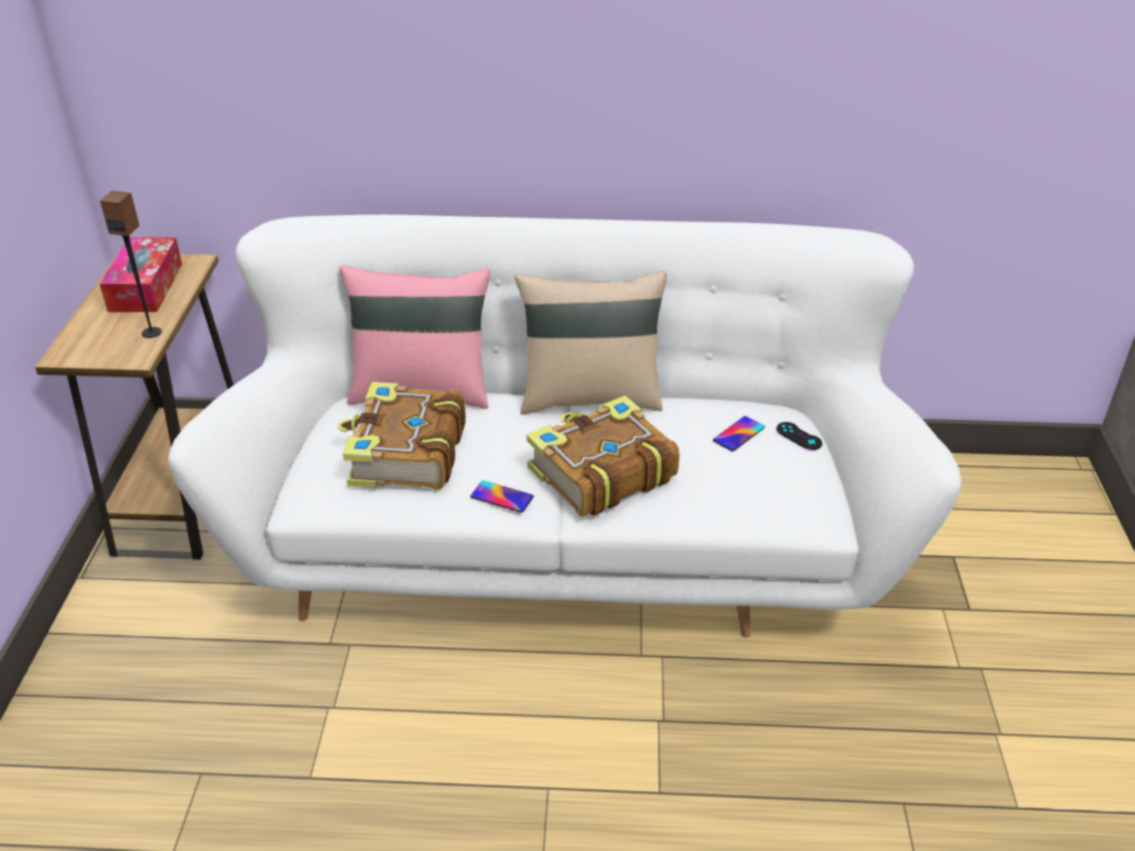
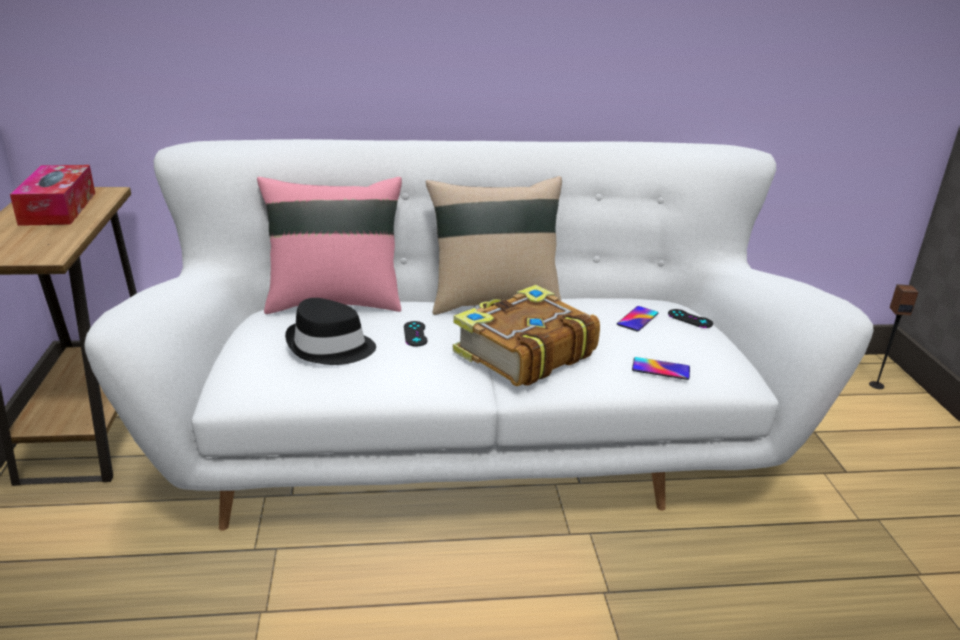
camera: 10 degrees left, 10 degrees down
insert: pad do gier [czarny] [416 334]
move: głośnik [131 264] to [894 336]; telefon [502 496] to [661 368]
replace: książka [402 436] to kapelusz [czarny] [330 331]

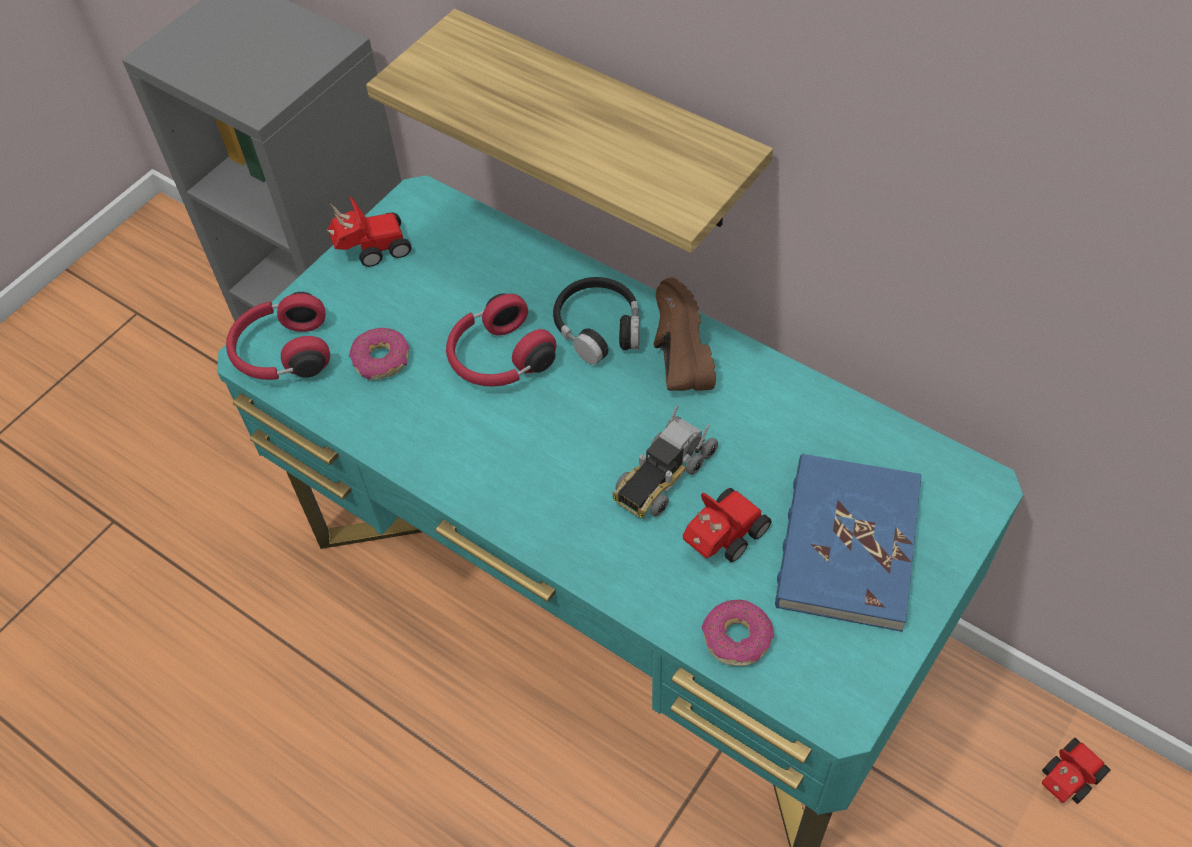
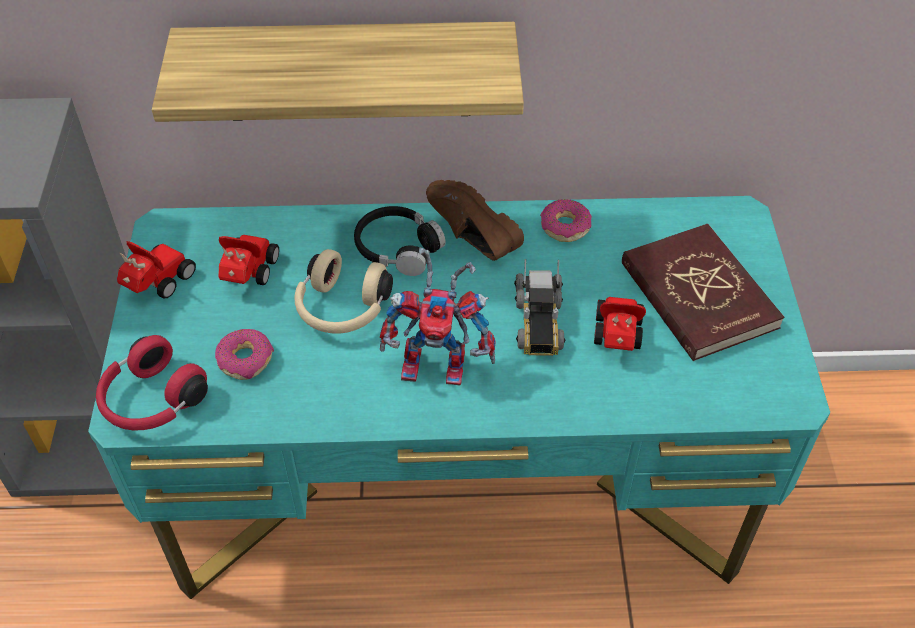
camera: 40 degrees left, 5 degrees down
insert: robot zabawkowy [438 316]
move: donut [738 633] to [566 220]; samochodzik [1076 771] to [248 260]
recolor: słuchawki [czerwony] [501 340] to słuchawki [beżowy] [344 291]; książka [niebieski] [848 543] to książka [czerwony] [703 292]

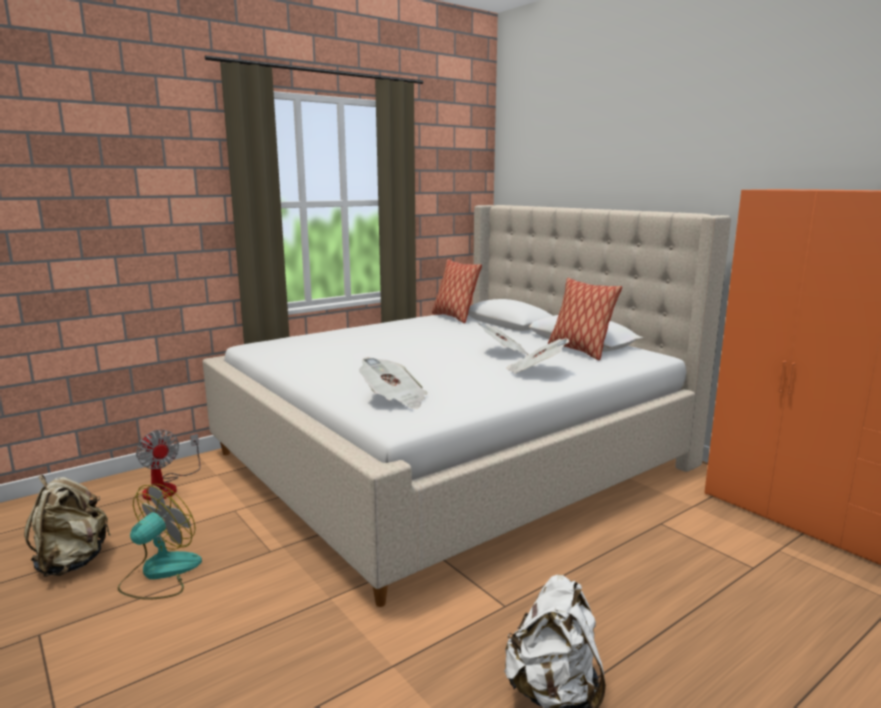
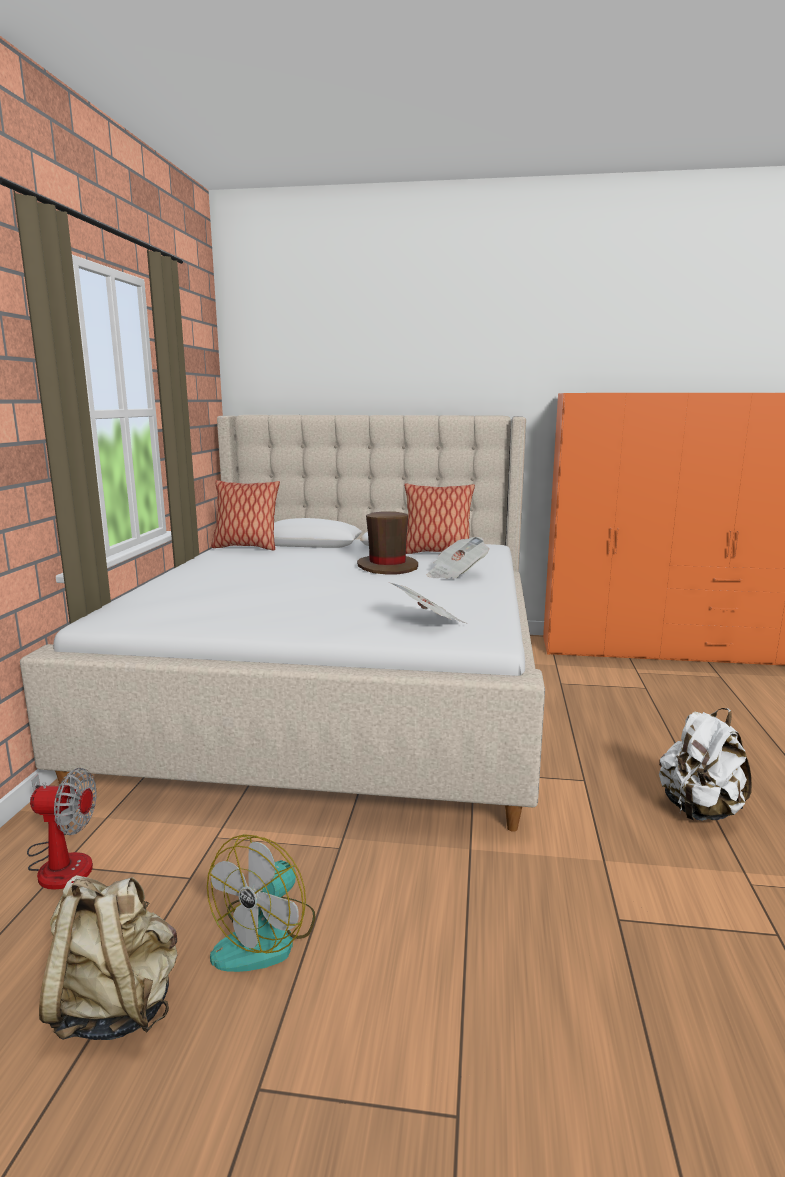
camera: 45 degrees left, 0 degrees up
replace: gazeta [503 338] to kapelusz [brązowy] [387 542]
rotate: wentylator [160 542] = [261 903] 135 degrees counterclockwise

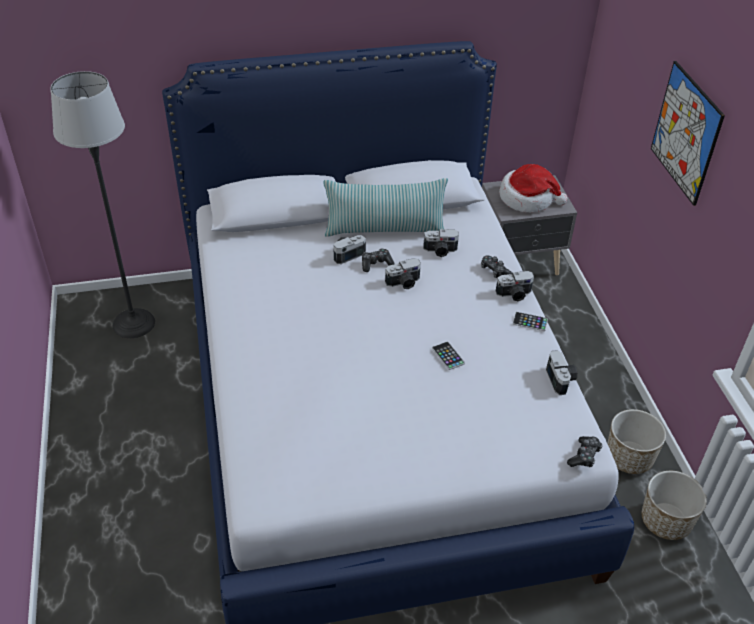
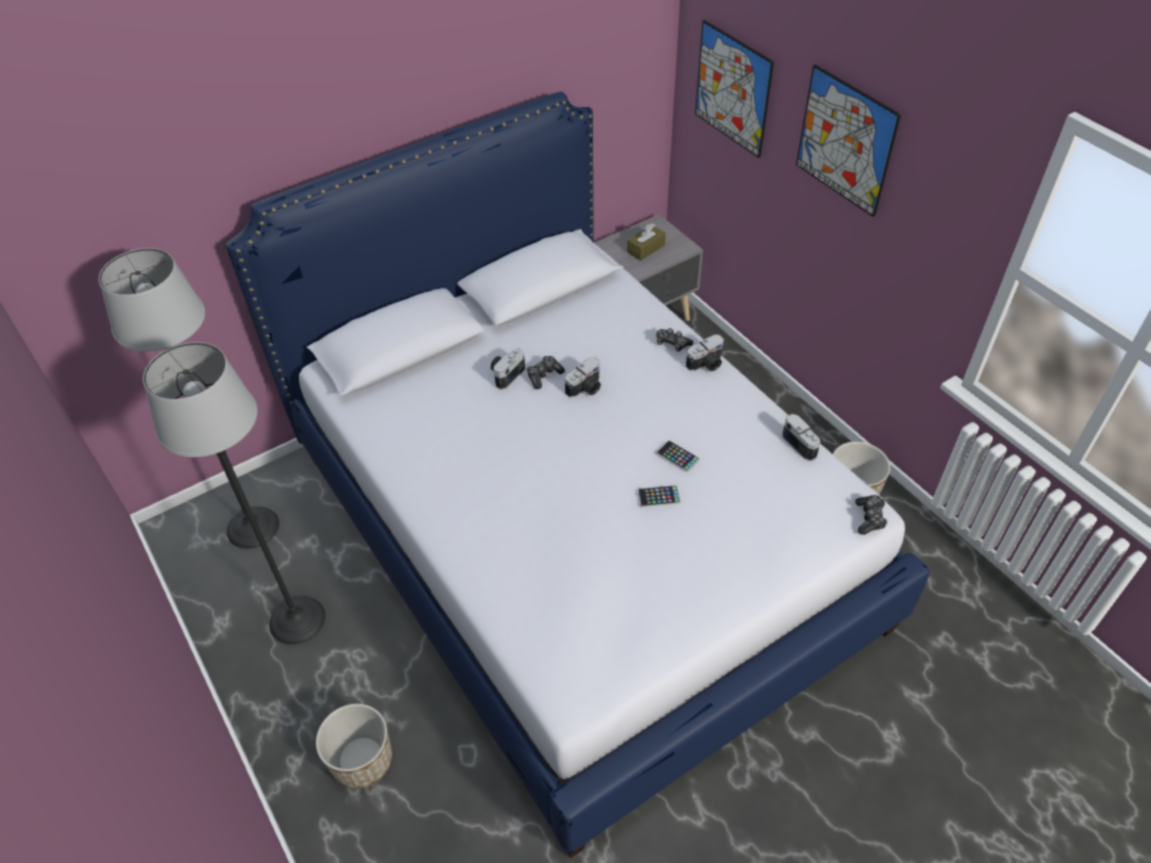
camera: 20 degrees left, 5 degrees up
delete: poduszka [386 207]; aparat fotograficzny [441 243]
insert: lampa stojąca [234 493]; obraz [734 89]
move: telefon [530 321] to [659 496]; donica [674 505] to [354 746]
replace: kapelusz [533 188] to pudełko chusteczek [brązowy] [646 242]

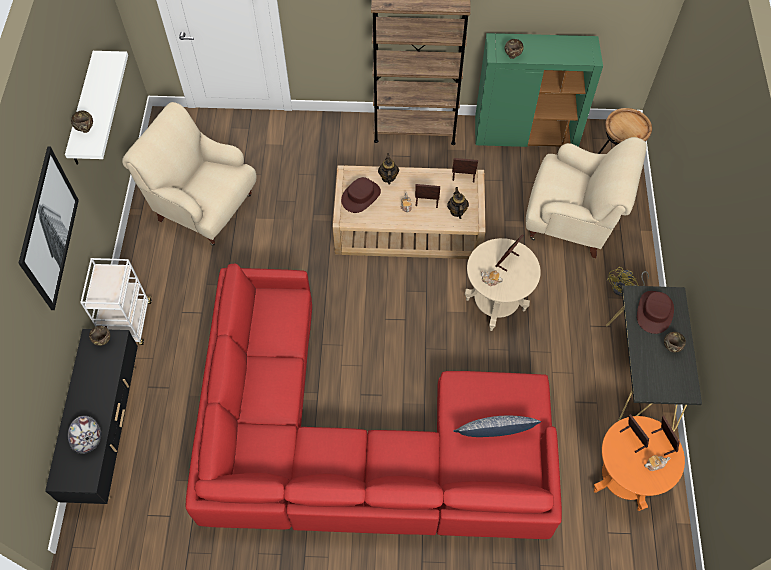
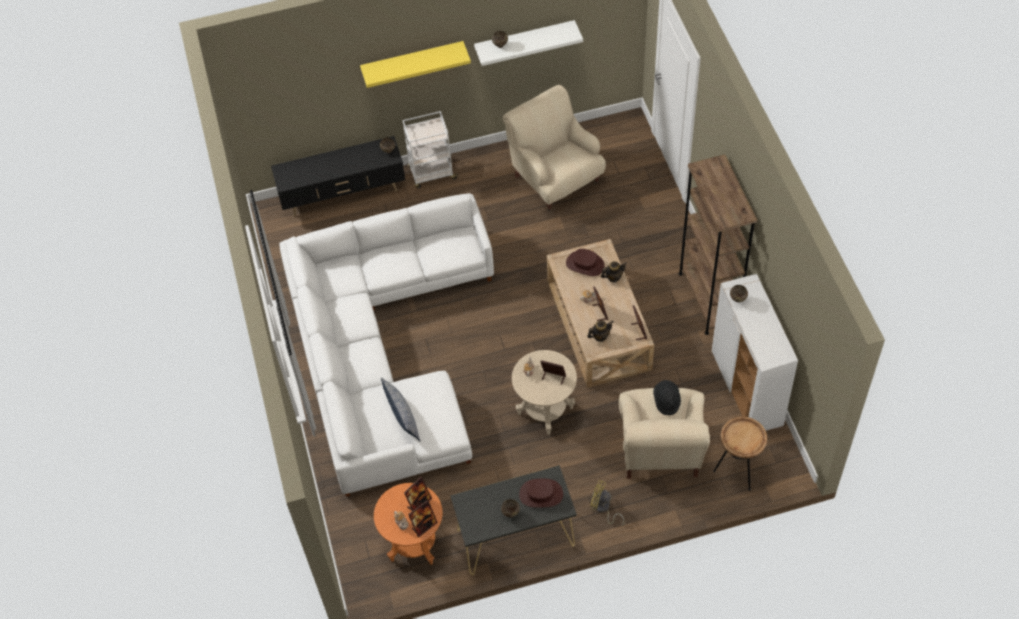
camera: 75 degrees right, 5 degrees down
delete: miska [84 435]
insert: kapelusz [czarny] [667 397]
replace: obraz [48 228] to półka [żółty] [415 64]
recolor: kanapa [czerwony] [374 401] to kanapa [biały] [386 345]; szafka [zielony] [539 90] to szafka [biały] [754 352]
rotate: fotel [beżowy] [189 174] = [554 148] 45 degrees counterclockwise

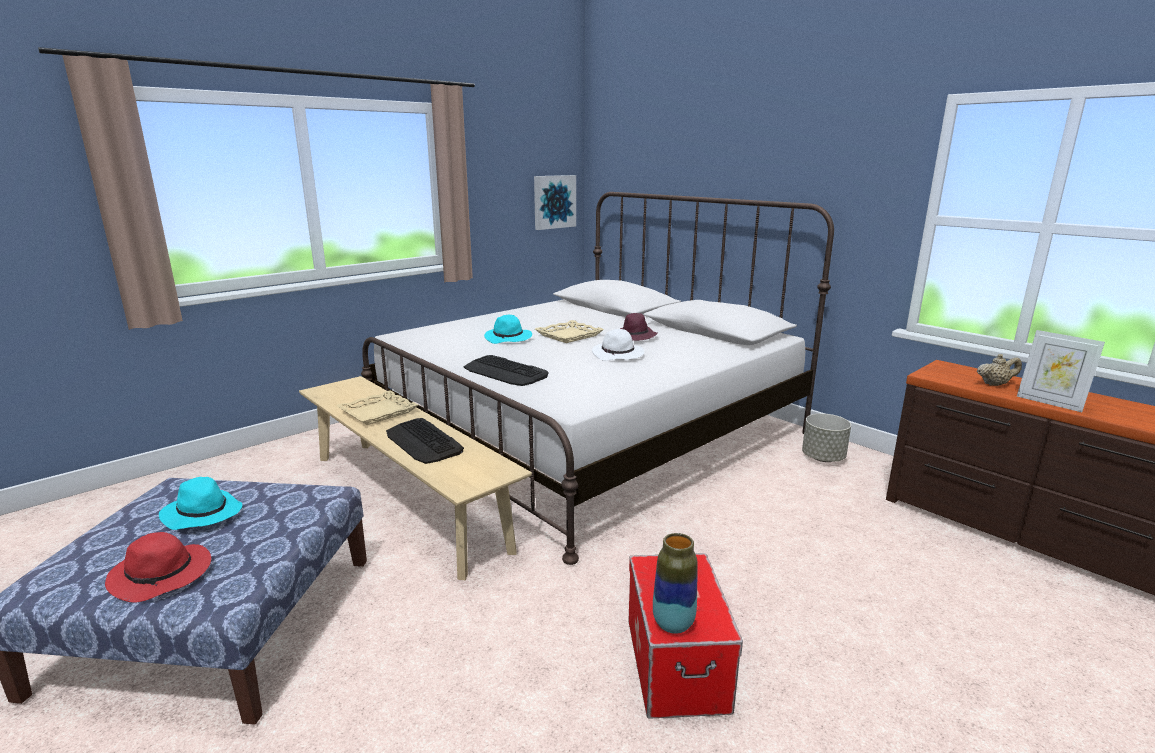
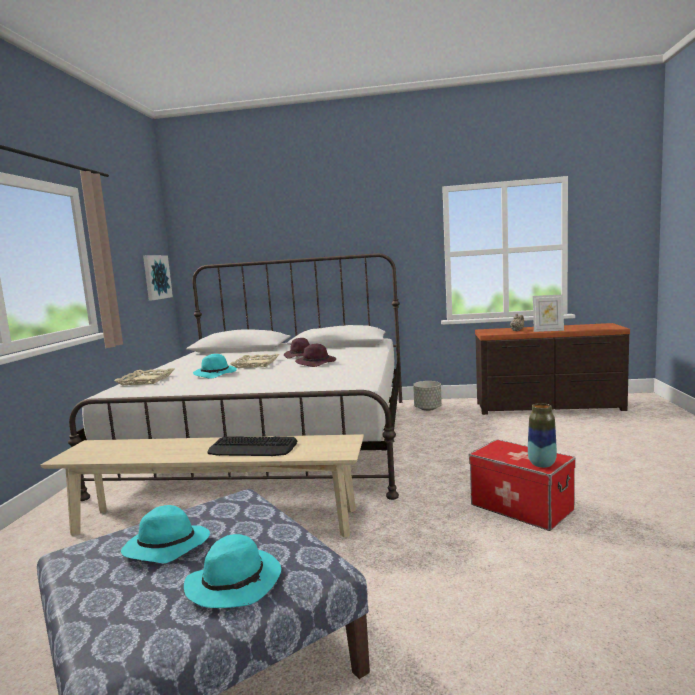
camera: 40 degrees left, 10 degrees down
delete: klawiatura [505 370]
move: taca [beżowy] [377 407] to [144 376]
recolor: kapelusz [czerwony] [158 567] to kapelusz [turkusowy] [232 571]; kapelusz [biały] [618 345] to kapelusz [fioletowy] [315 355]

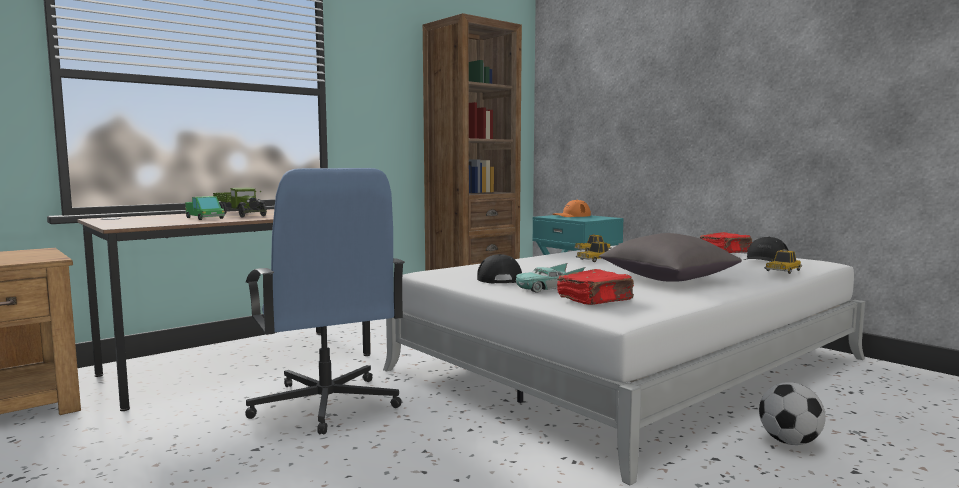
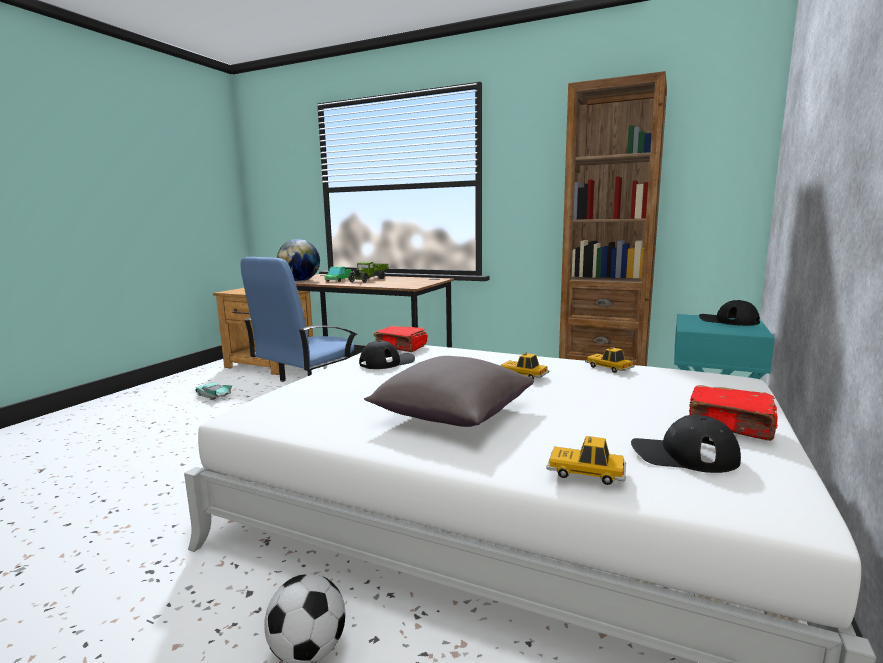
camera: 65 degrees right, 5 degrees up
insert: globus [298 260]
move: samochodzik [turkusowy] [550 278] to [214 391]; książka [czerwony] [595 287] to [401 339]
recolor: czapka z daszkiem [pomarańczowy] [572 208] to czapka z daszkiem [czarny] [729 313]

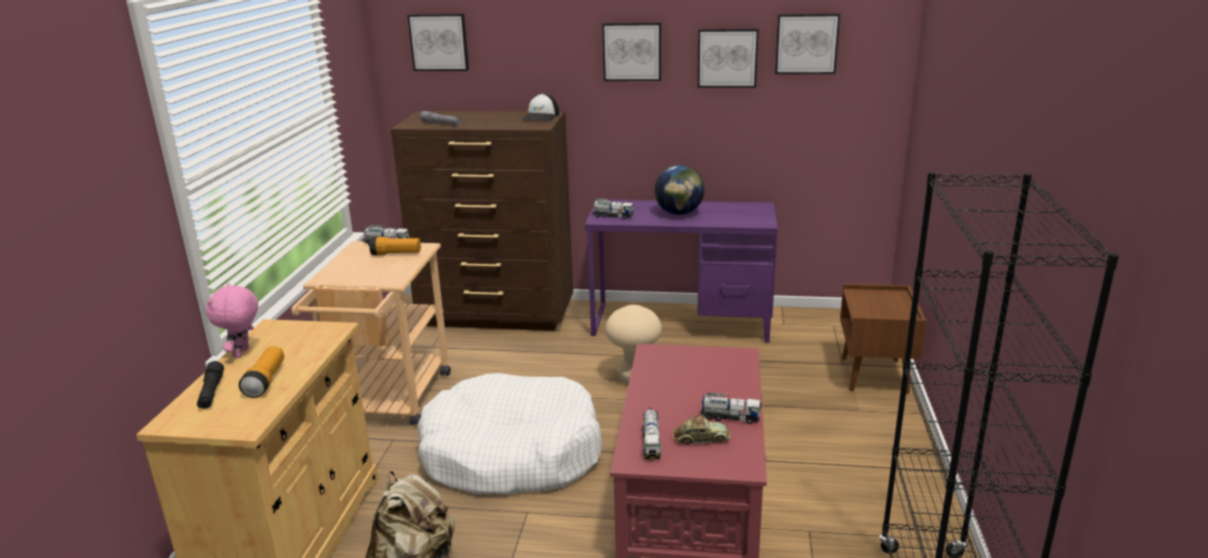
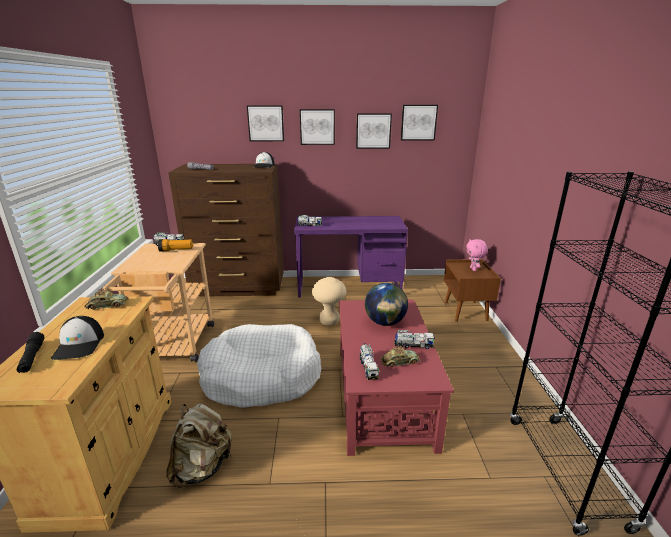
camera: 10 degrees left, 0 degrees up
insert: samochodzik [106 299]
move: pluszak [różowy] [232 320] to [477 255]; obraz [438 42] to [265 123]; globus [679 190] to [386 304]
replace: latarka [261 372] to czapka z daszkiem [77 338]

